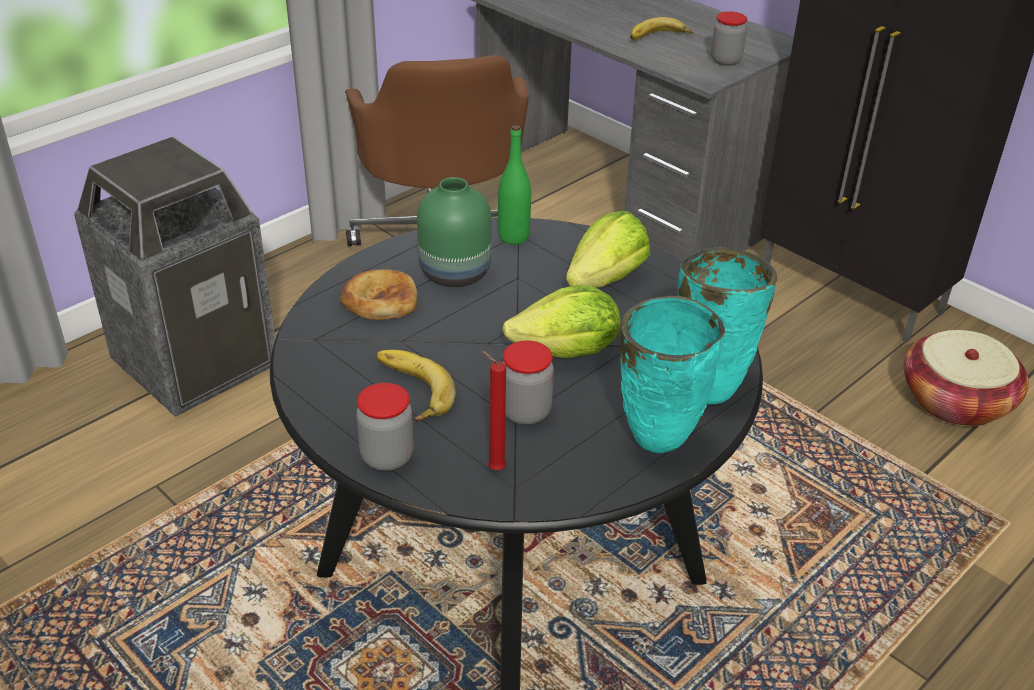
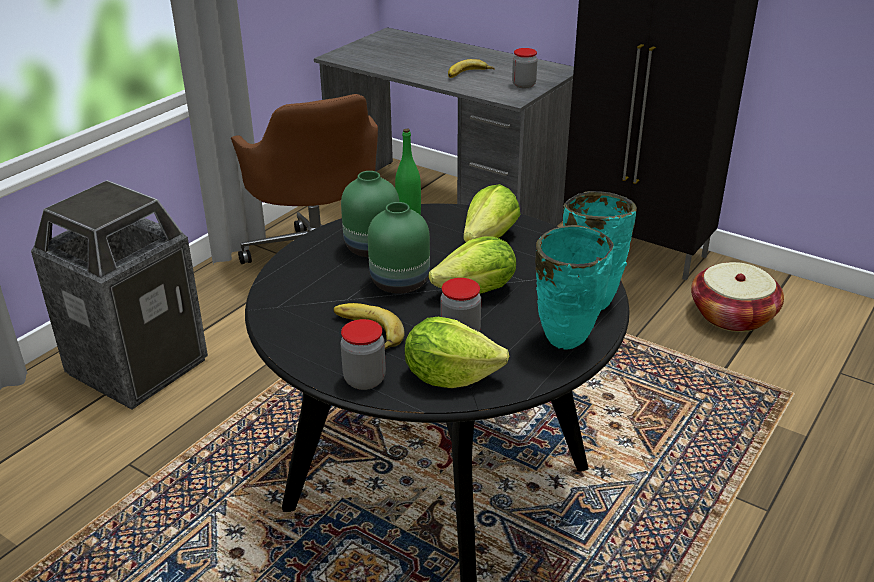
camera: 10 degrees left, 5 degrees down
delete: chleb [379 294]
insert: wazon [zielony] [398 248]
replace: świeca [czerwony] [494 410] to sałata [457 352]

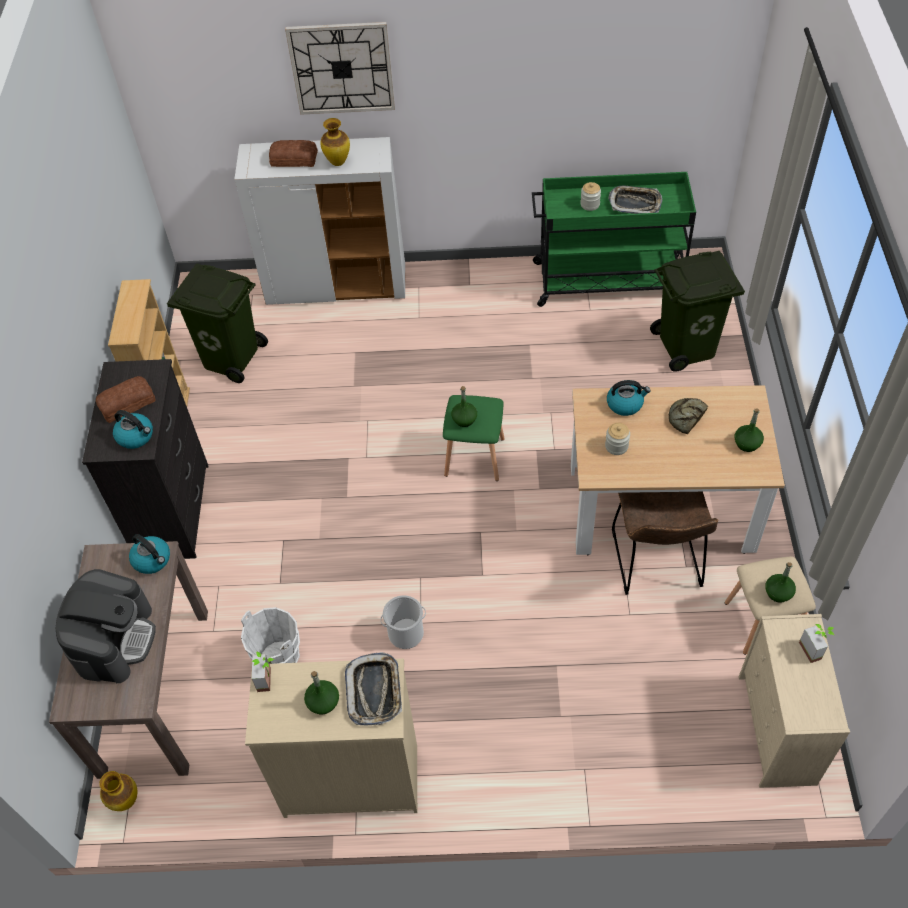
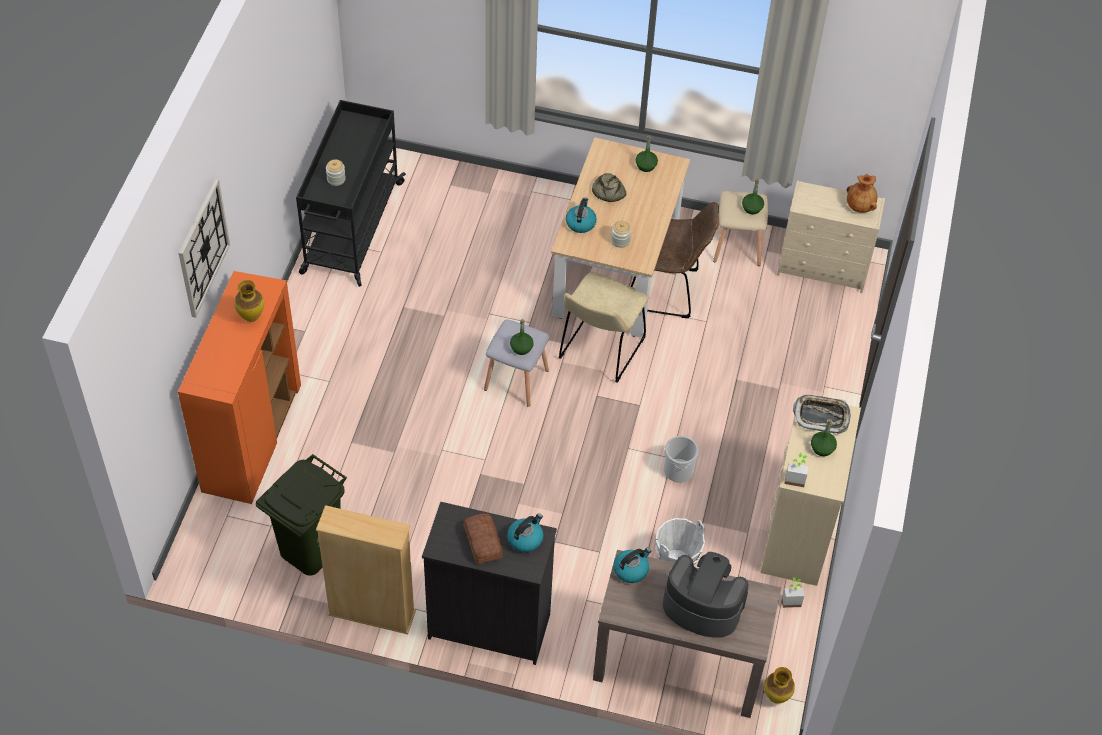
camera: 80 degrees left, 0 degrees up
delete: chleb [293 153]; taca [635 200]; kosz na śmieci [zielony] [697 311]
insert: krzesło [beżowy] [604 327]; wazon [brązowy] [862 193]
move: roślina doniczkowa [816 643] to [793 592]
recolor: szafka [biały] [319 221] to szafka [pomarańczowy] [239 387]; stołek [zielony] [474 438] to stołek [szary] [516 363]; wózek [zielony] [614 239] to wózek [czarny] [351 193]

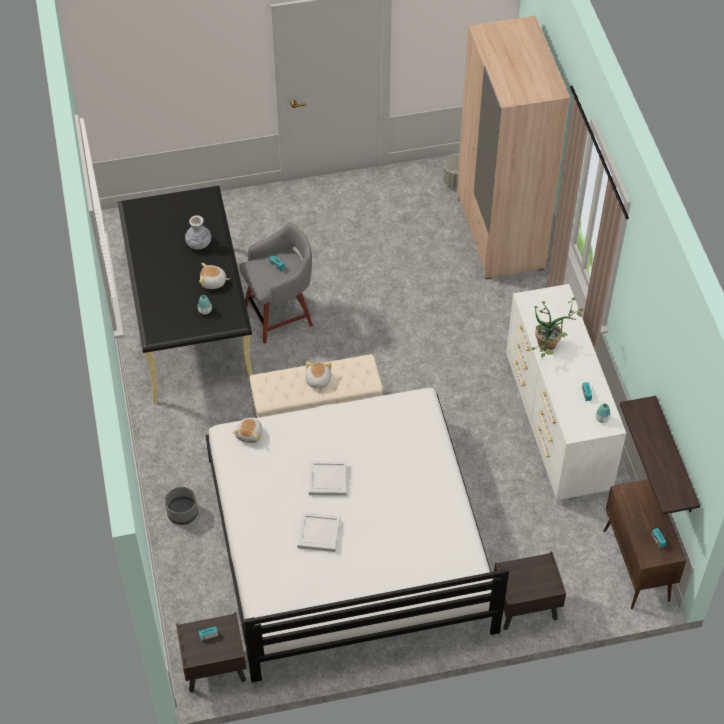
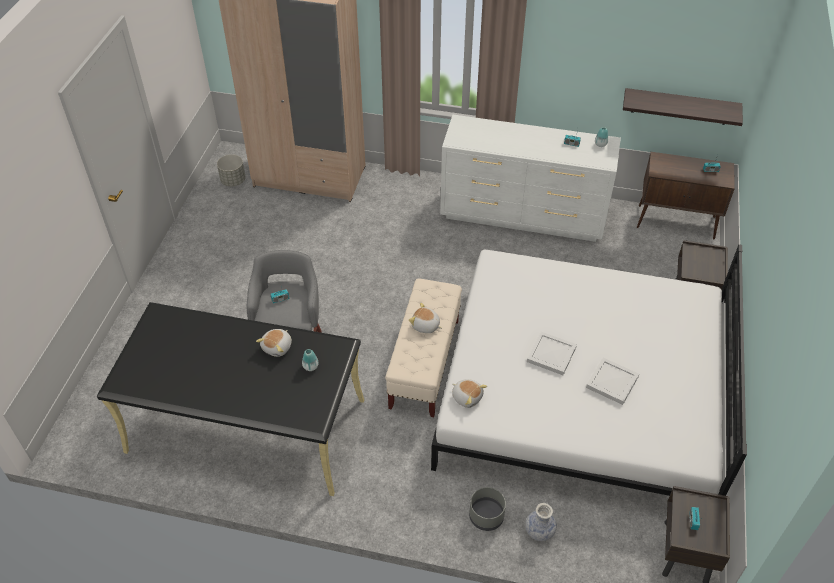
camera: 65 degrees left, 5 degrees down
delete: roślina doniczkowa [557 327]
move: wazon [198 232] to [541 522]

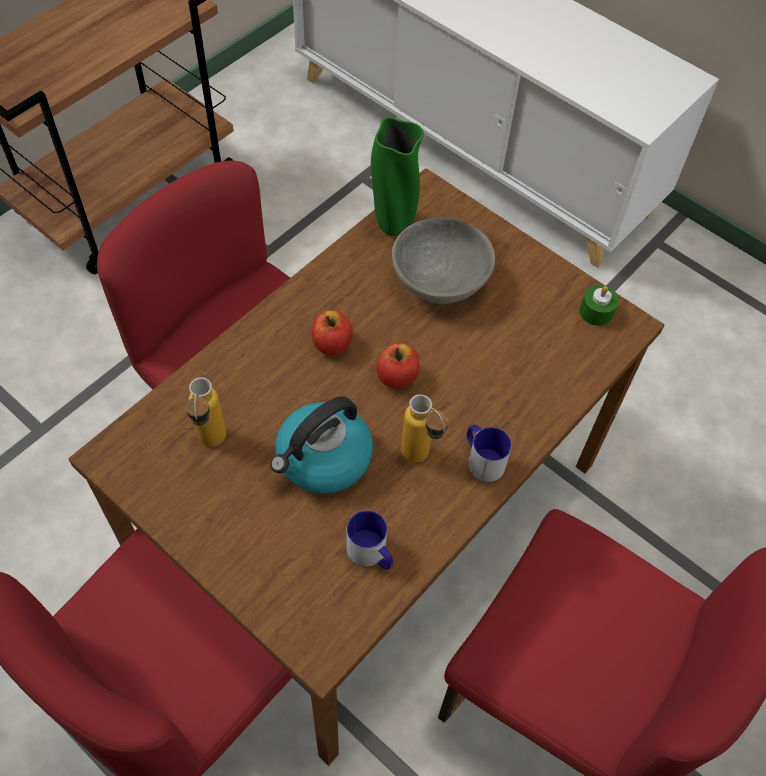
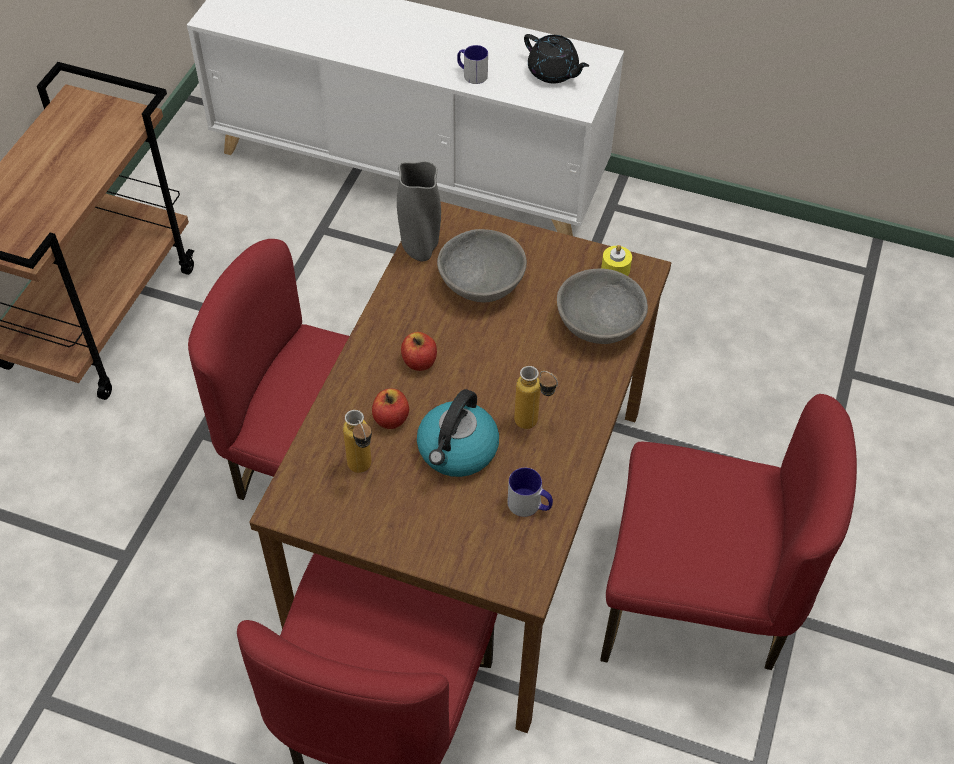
camera: 20 degrees left, 5 degrees down
insert: imbryk [czarny] [556 58]; miska [szary] [602 306]
move: jabłko [397 366] to [390 408]; kubek [489 453] to [472 64]
recolor: wazon [zielony] [397 176] to wazon [szary] [419 211]; świeca [zielony] [599 305] to świeca [żółty] [616 260]

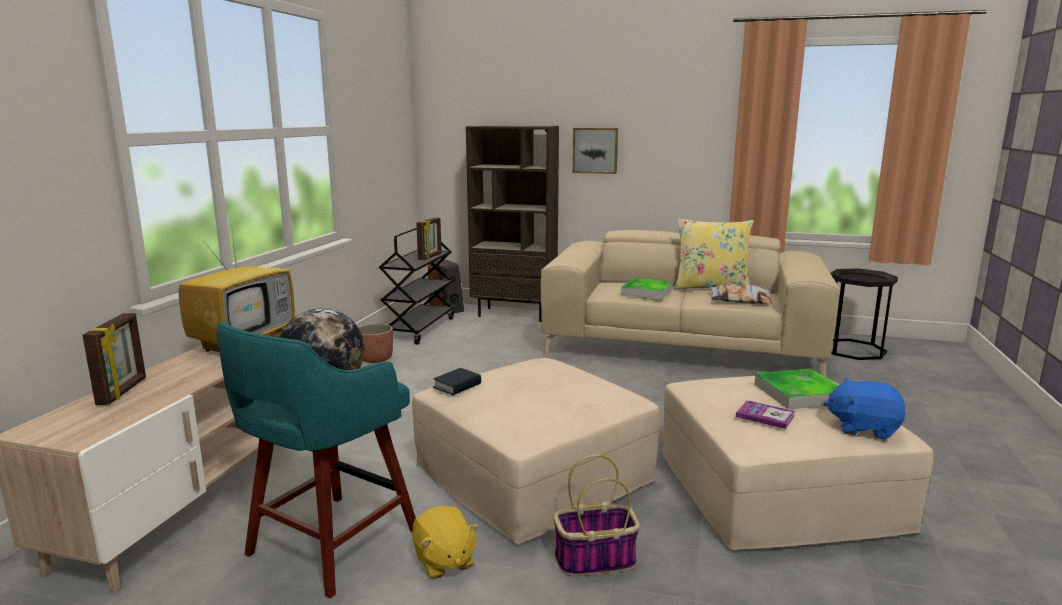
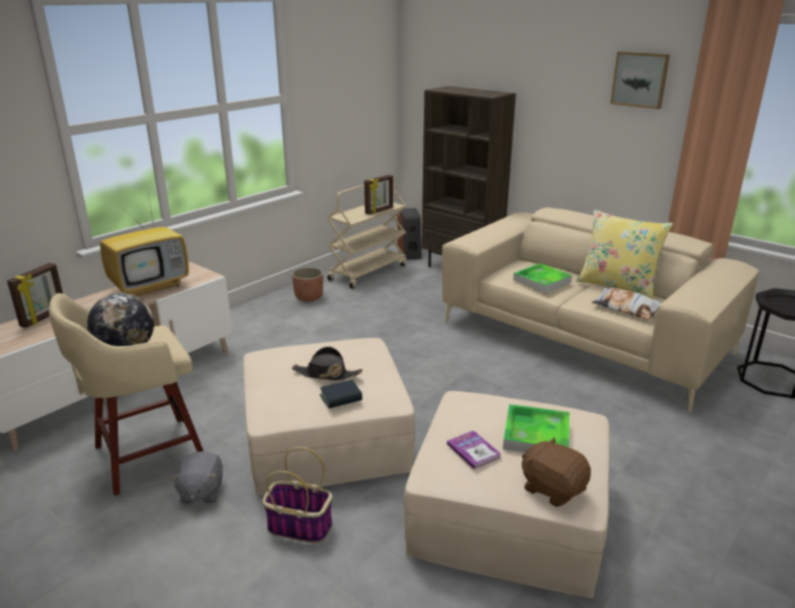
camera: 25 degrees right, 10 degrees up
insert: kapelusz [czarny] [327 364]
move: książka [457 381] to [341 394]; obraz [595 151] to [640 80]
recolor: stołek [turkusowy] [316 460] to stołek [beżowy] [126 394]; wózek [czarny] [416 286] to wózek [beżowy] [367 233]; pluszak [żółty] [445 542] to pluszak [szary] [196 477]; pluszak [niebieski] [864 408] to pluszak [brązowy] [556 472]

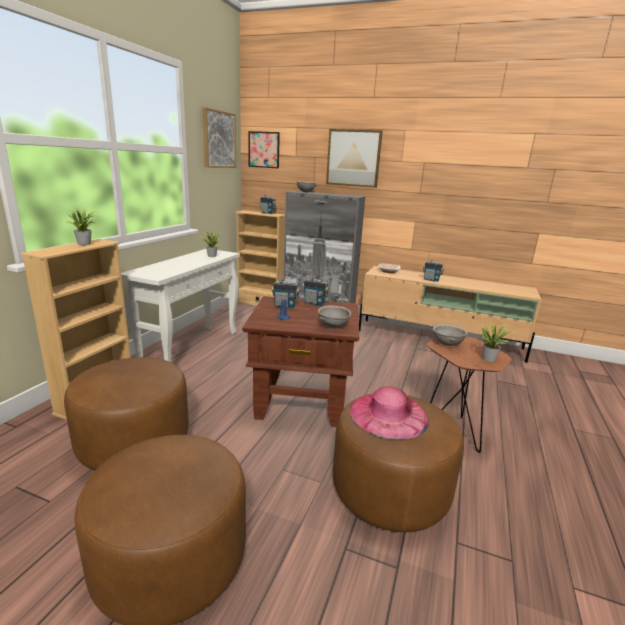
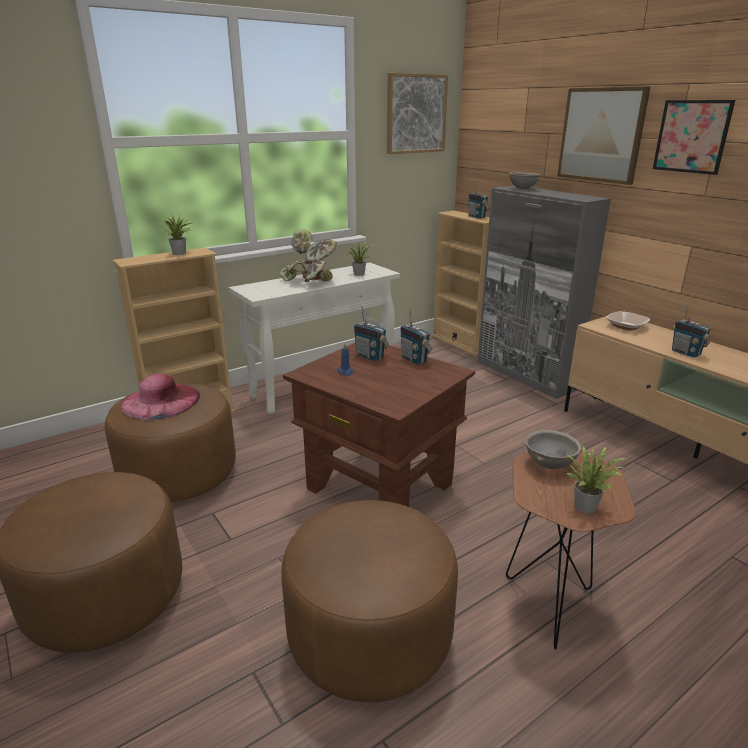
camera: 35 degrees right, 5 degrees up
delete: miska [szary] [334 316]
insert: roślina doniczkowa [308 255]
move: obraz [264 149] to [694 137]; kapelusz [różowy] [389 412] to [160 396]

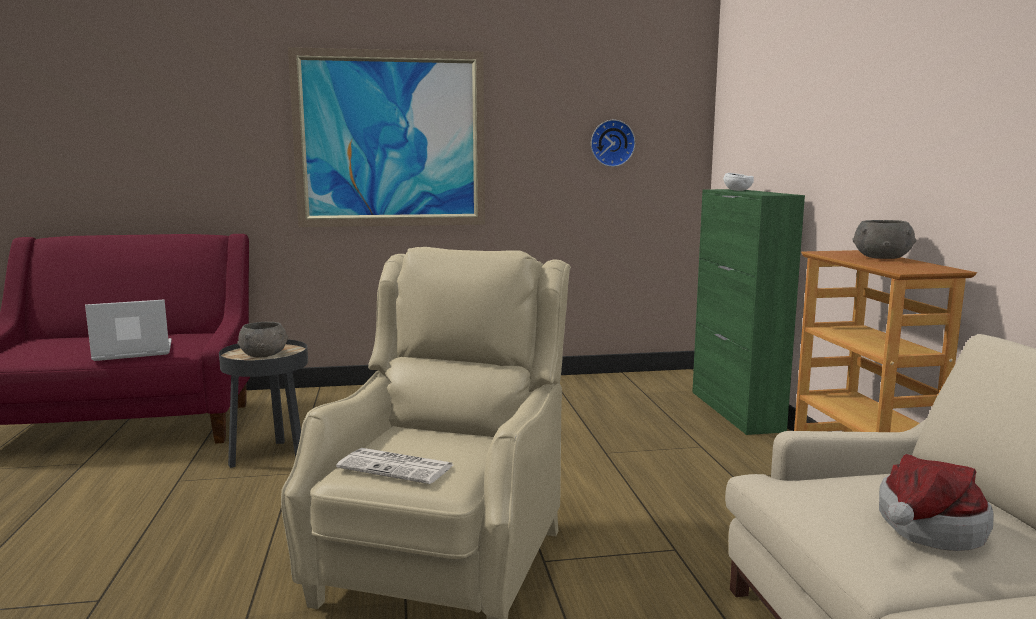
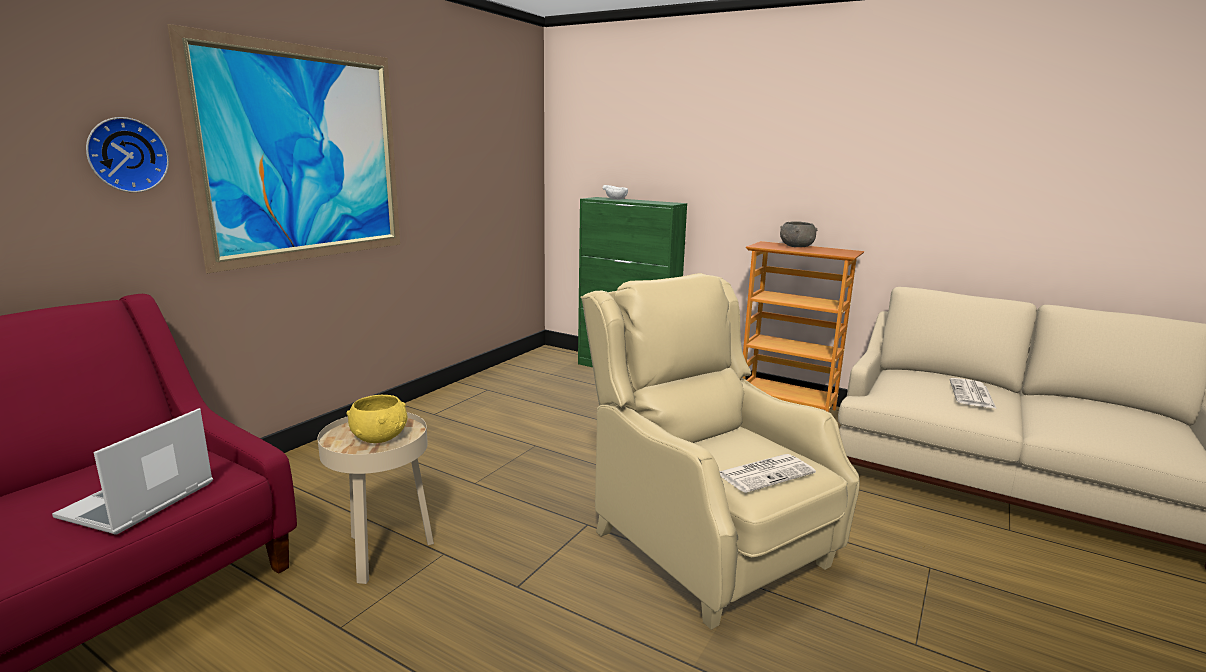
camera: 50 degrees left, 5 degrees up
move: zegar ścienny [613 143] to [127 155]
replace: kapelusz [936 502] to gazeta [973 393]
recolor: stolik [czarny] [263 404] to stolik [beżowy] [375 498]; miska [szary] [263 339] to miska [żółty] [377 419]

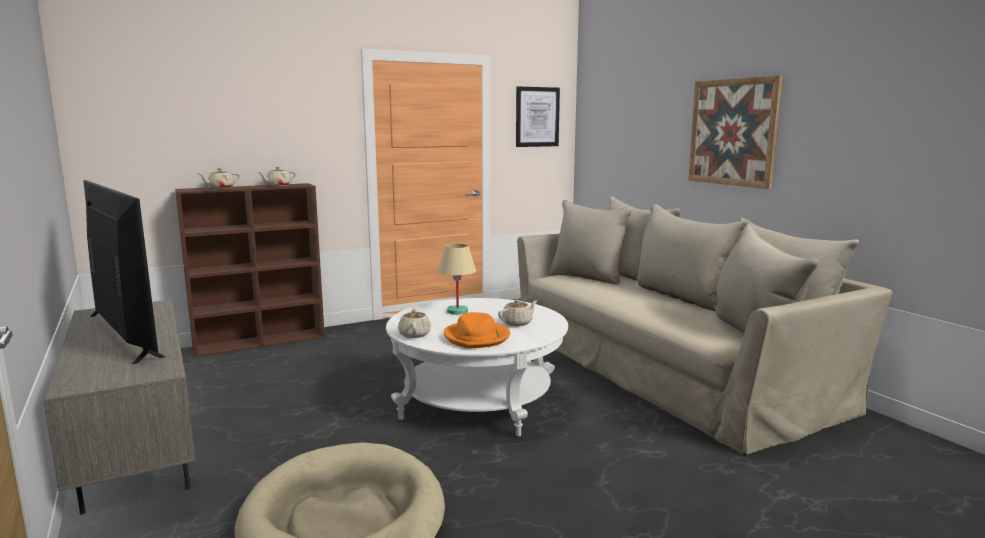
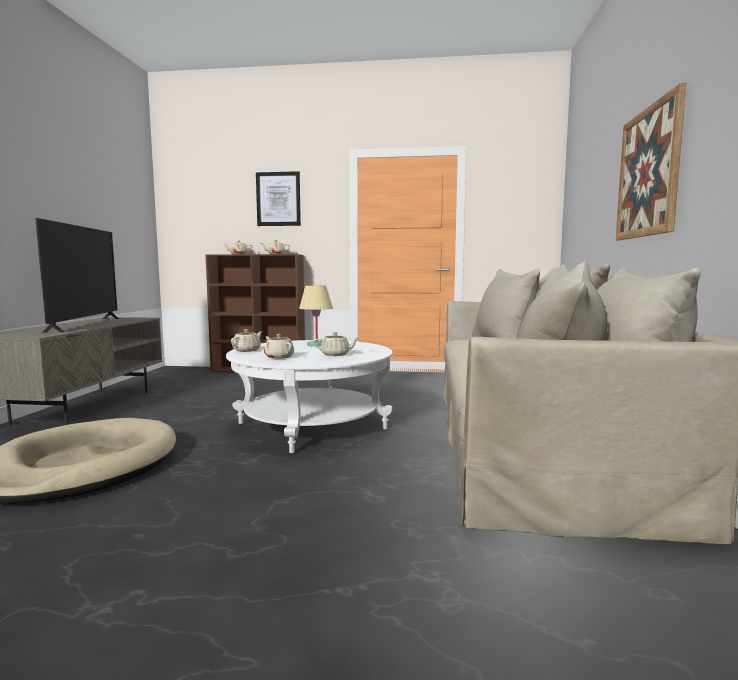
camera: 35 degrees right, 5 degrees down
move: obraz [538 116] to [278 198]
replace: kapelusz [pomarańczowy] [477 330] to imbryk [beżowy] [279 346]

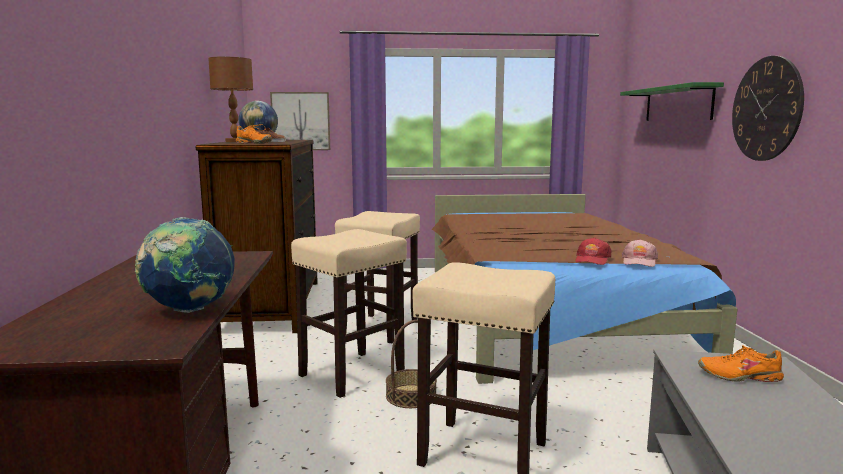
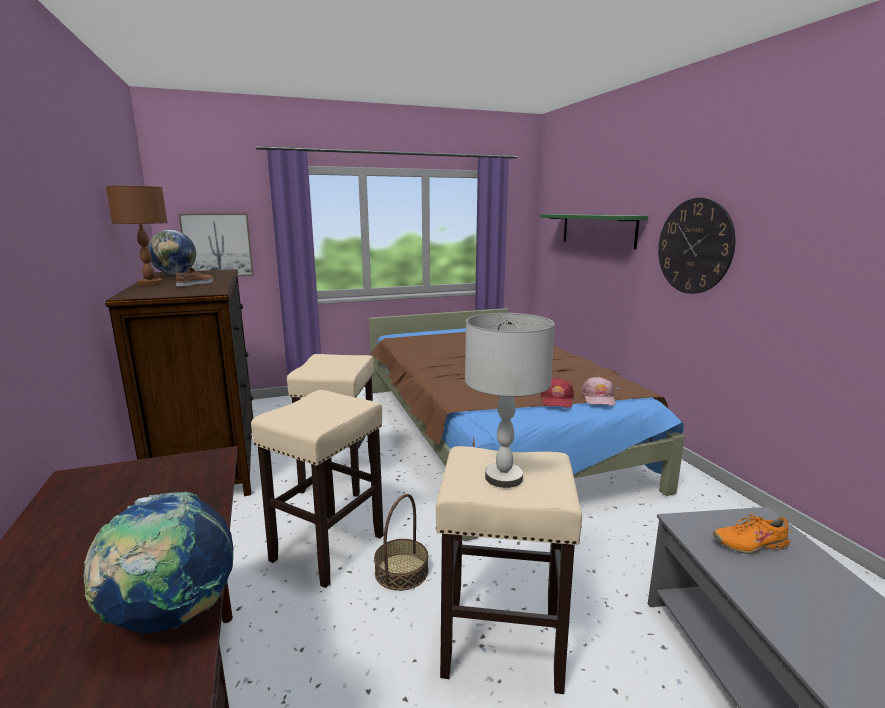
camera: 15 degrees left, 5 degrees up
delete: but [pomarańczowy] [254 134]
insert: lampa stołowa [szary] [510 400]

